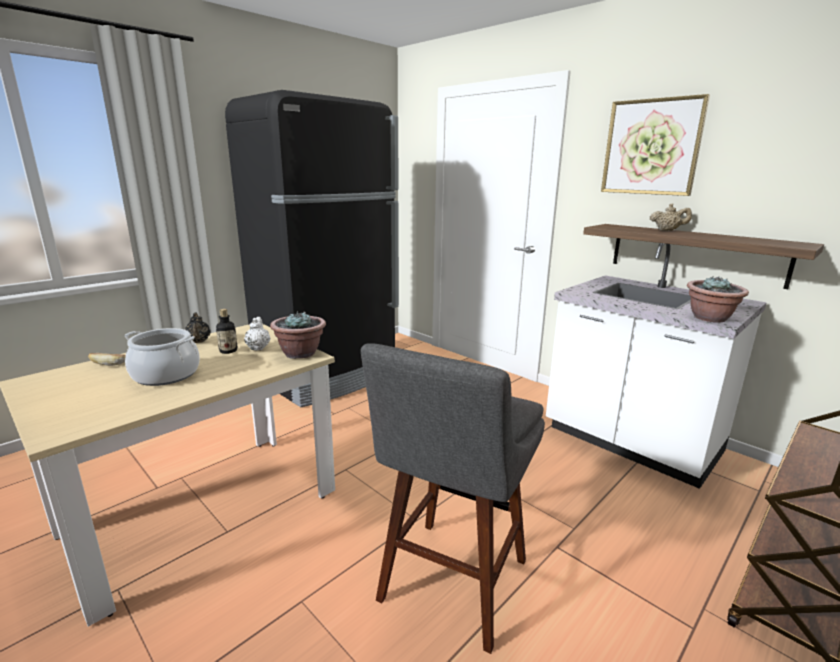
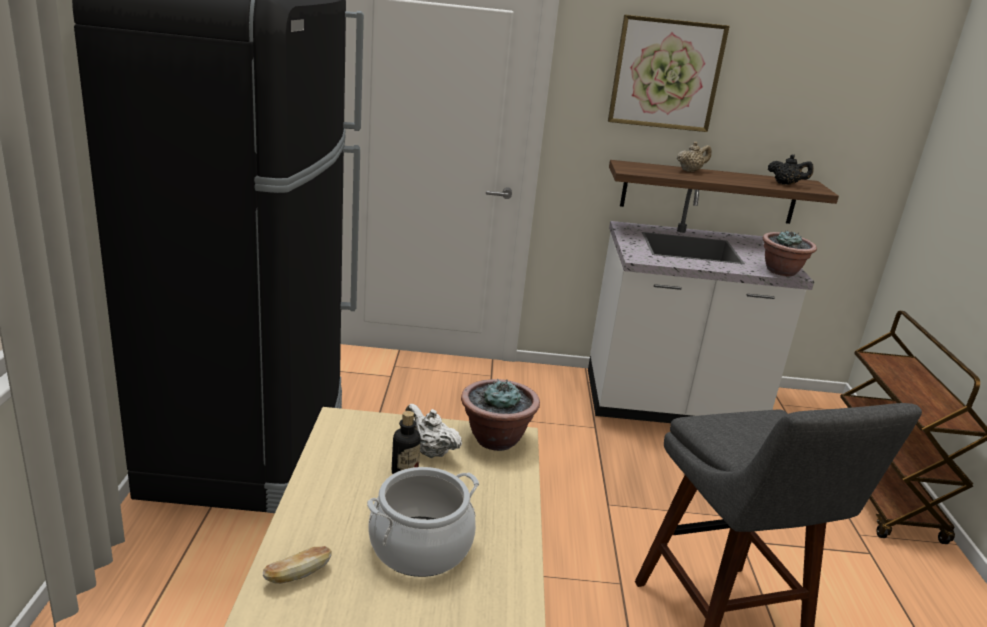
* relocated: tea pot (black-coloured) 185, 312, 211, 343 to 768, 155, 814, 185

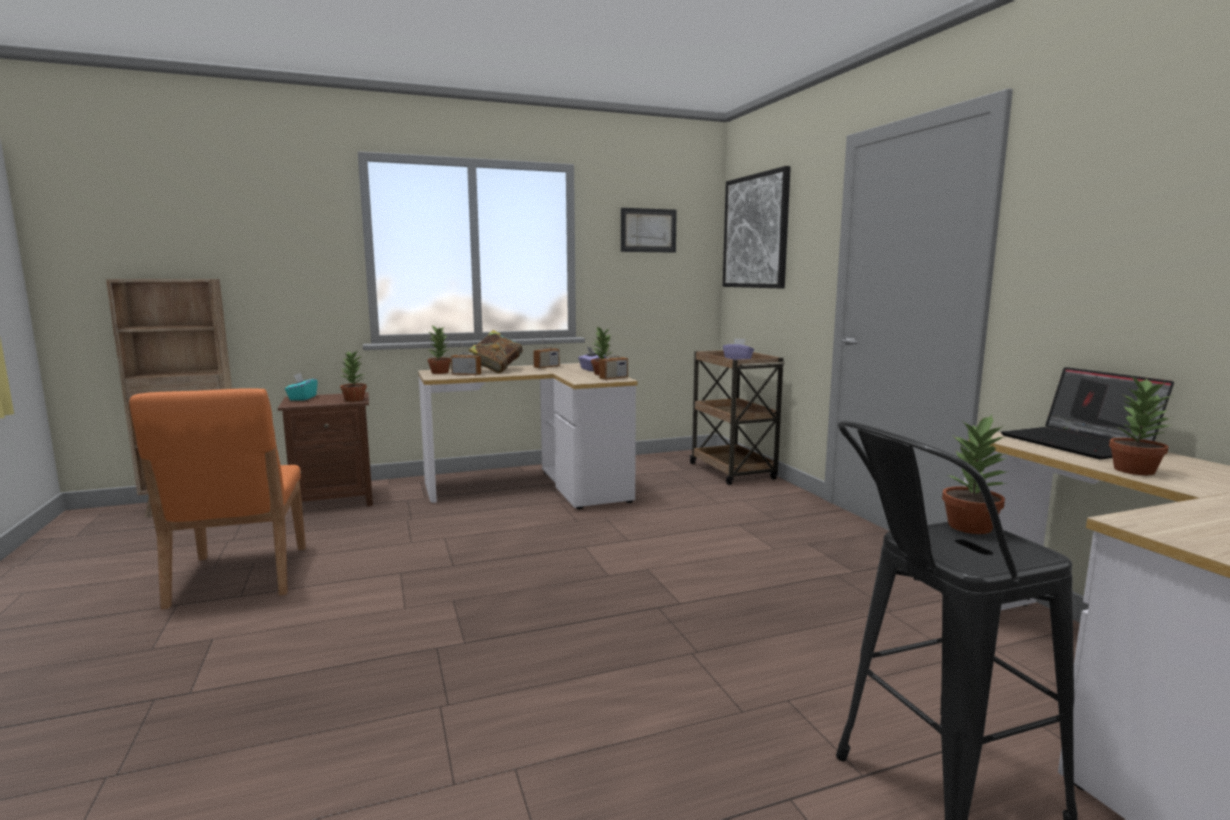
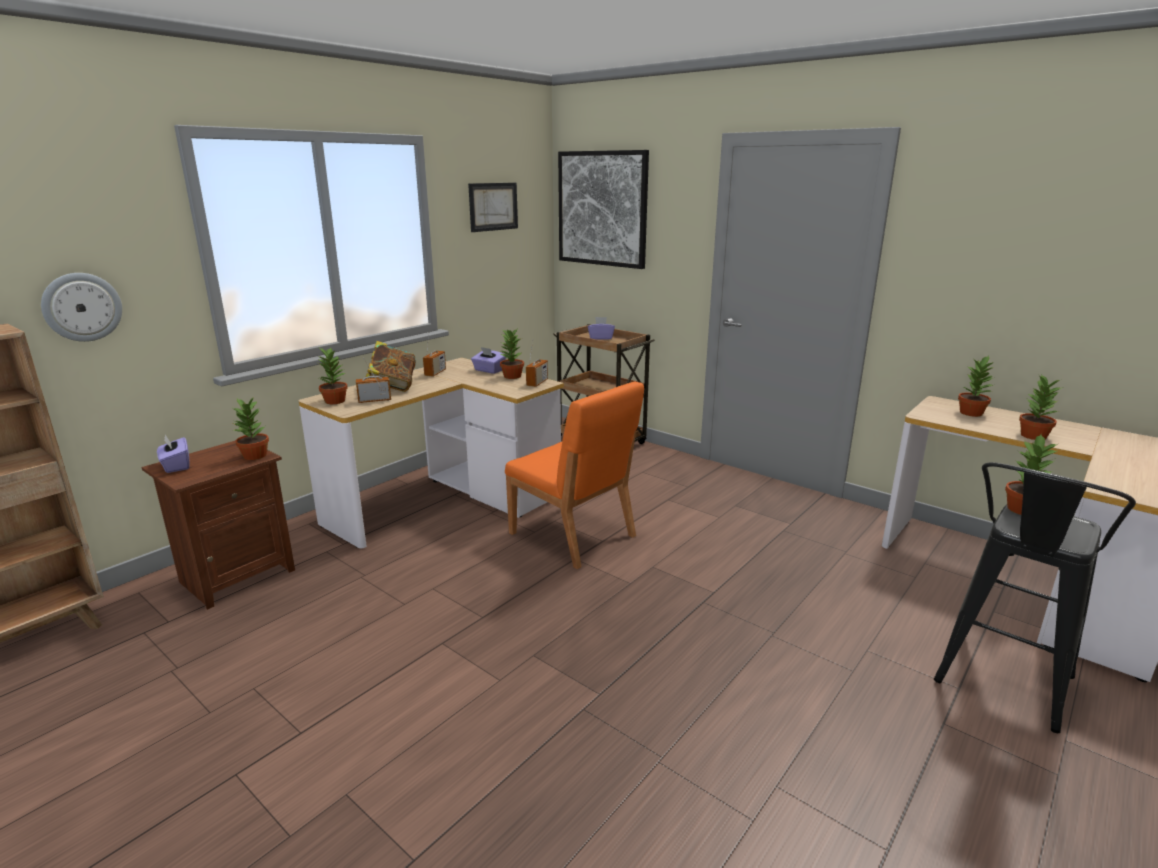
* appeared: wall clock 41, 273, 122, 342
* relocated: upright chair (orange) 129, 388, 306, 610 to 505, 382, 644, 569
* exchanged: notebook computer 1001, 367, 1174, 459 to plant in a pot 958, 356, 994, 417
* colour: box of tissues (blue-green) 285, 373, 318, 400 to box of tissues (purple) 157, 435, 189, 473

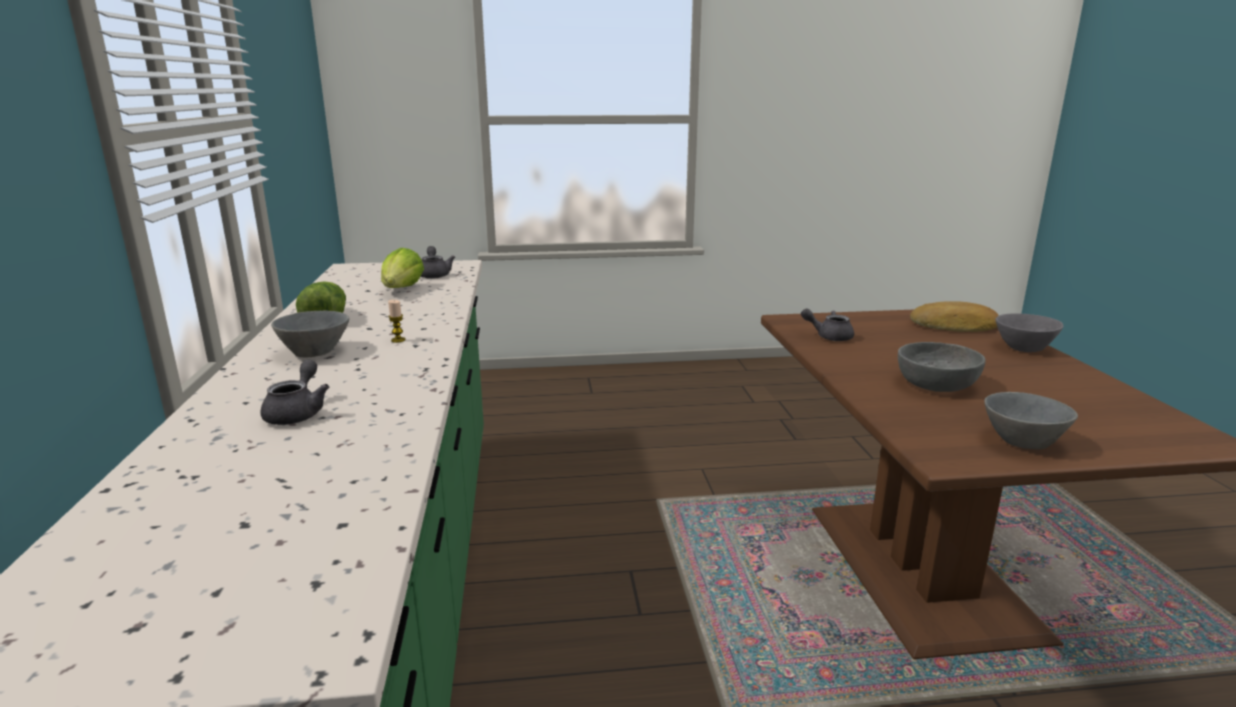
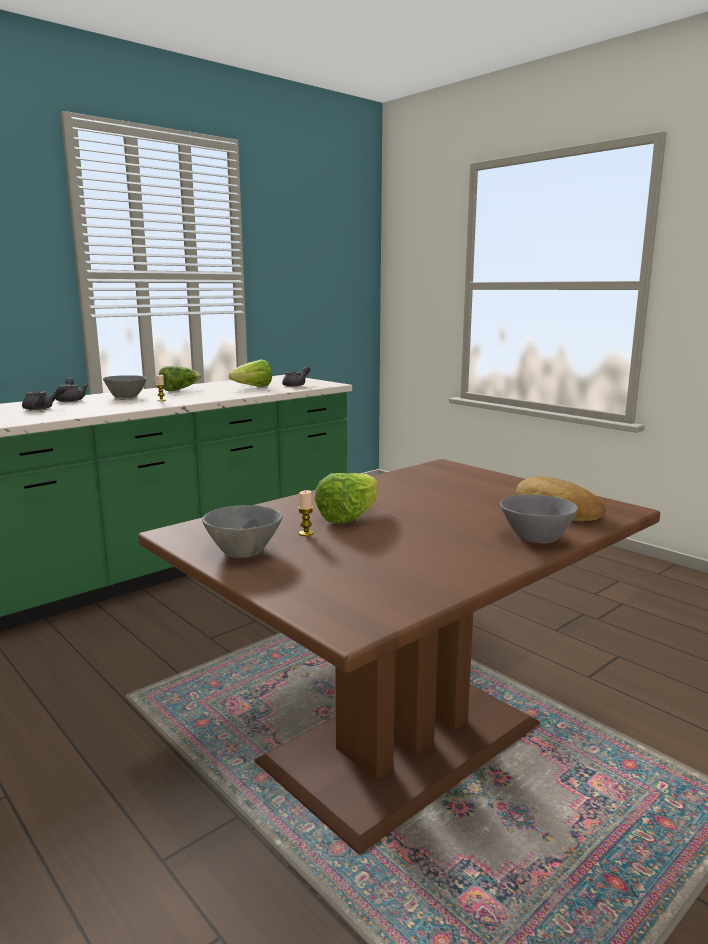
* appeared: candle 298, 490, 314, 536
* relocated: tea pot (gray) 801, 308, 854, 341 to 56, 378, 88, 402
* exchanged: deep dish (gray) 898, 342, 985, 392 to lettuce 314, 473, 378, 524

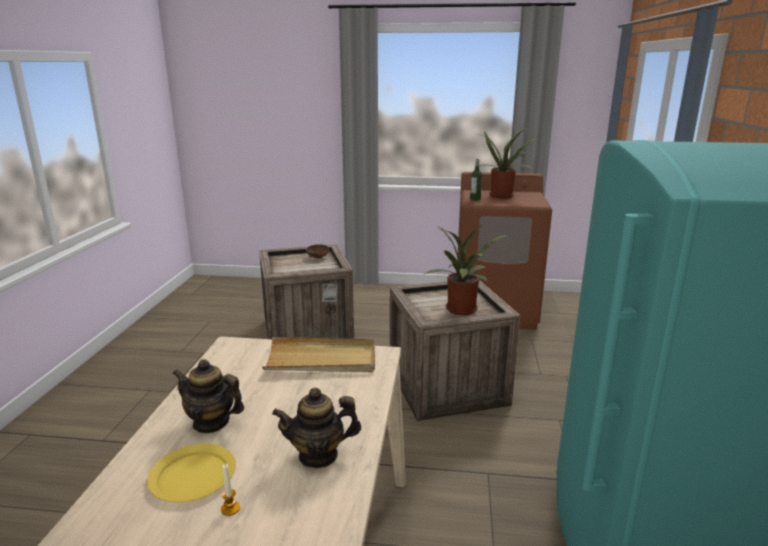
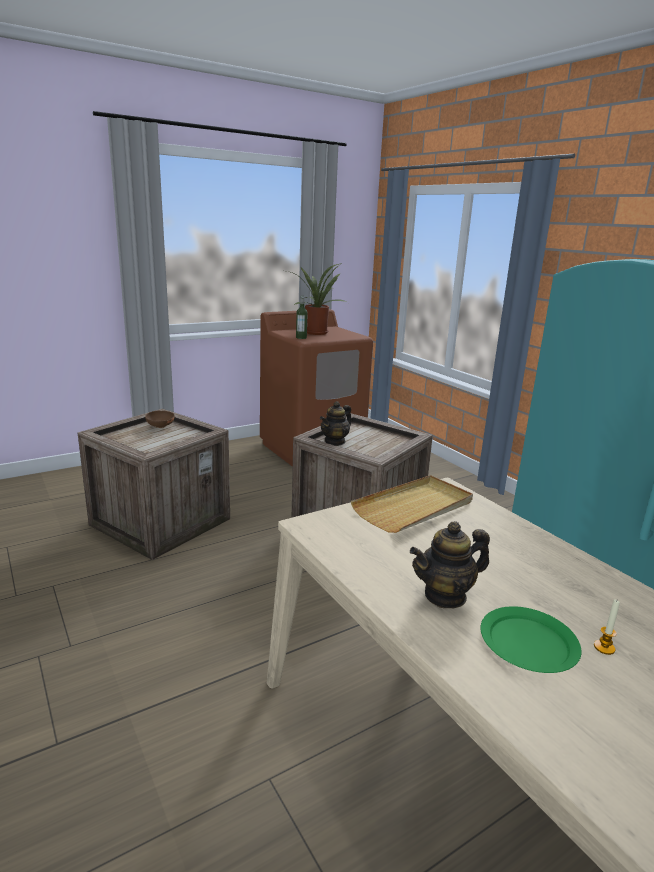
* missing: plant in a pot 425, 224, 508, 315
* relocated: tea pot 272, 388, 361, 468 to 320, 401, 351, 446
* colour: plate (yellow-coloured) 147, 444, 236, 502 to plate (green-coloured) 481, 606, 582, 673

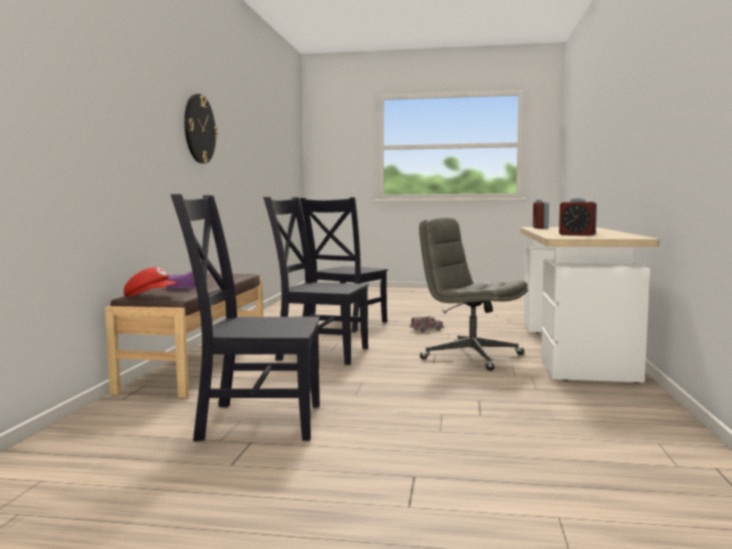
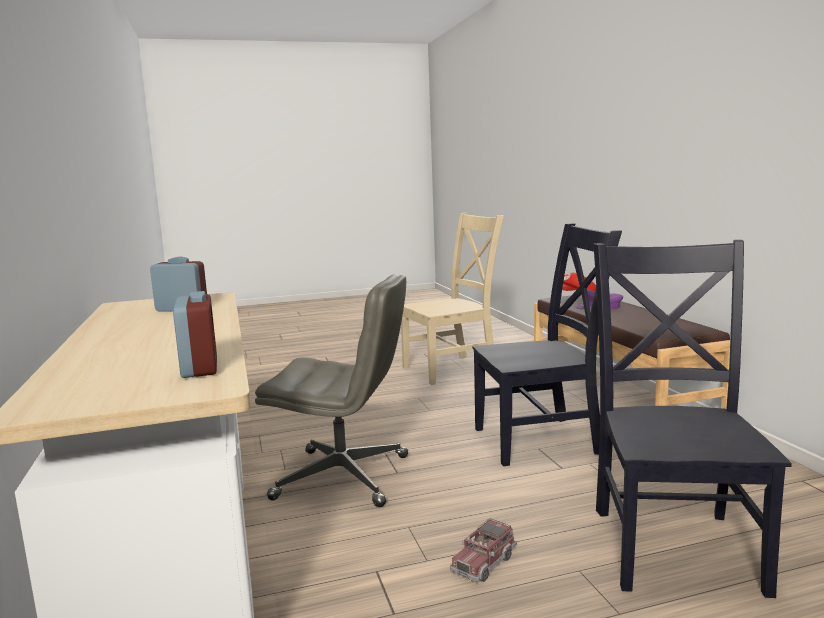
* missing: wall clock 184, 94, 218, 164
* colour: upright chair (black-coloured) 170, 194, 320, 441 to upright chair (sand-coloured) 401, 213, 504, 385

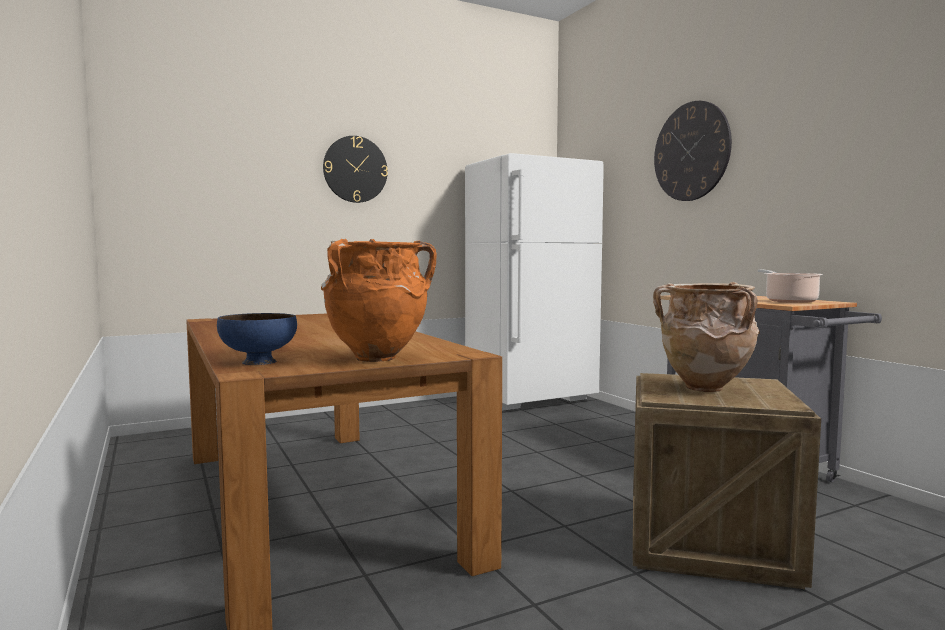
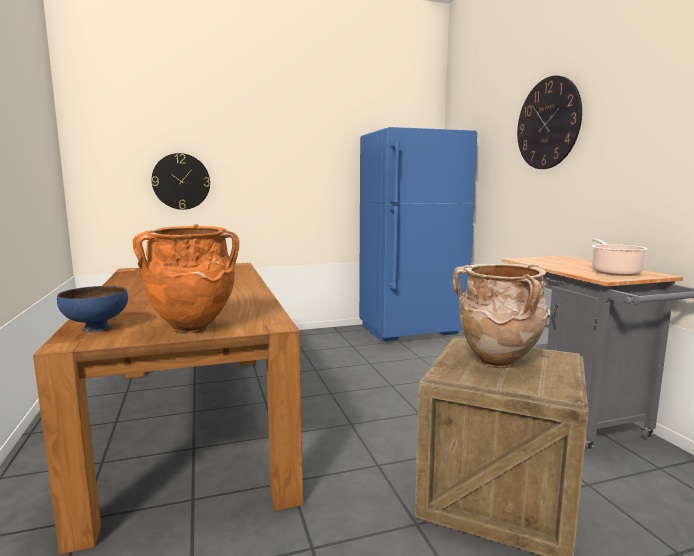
* relocated: wall clock 323, 136, 388, 203 to 152, 153, 210, 210
* colour: fridge (whitish) 465, 153, 604, 411 to fridge (bluish) 359, 127, 477, 342

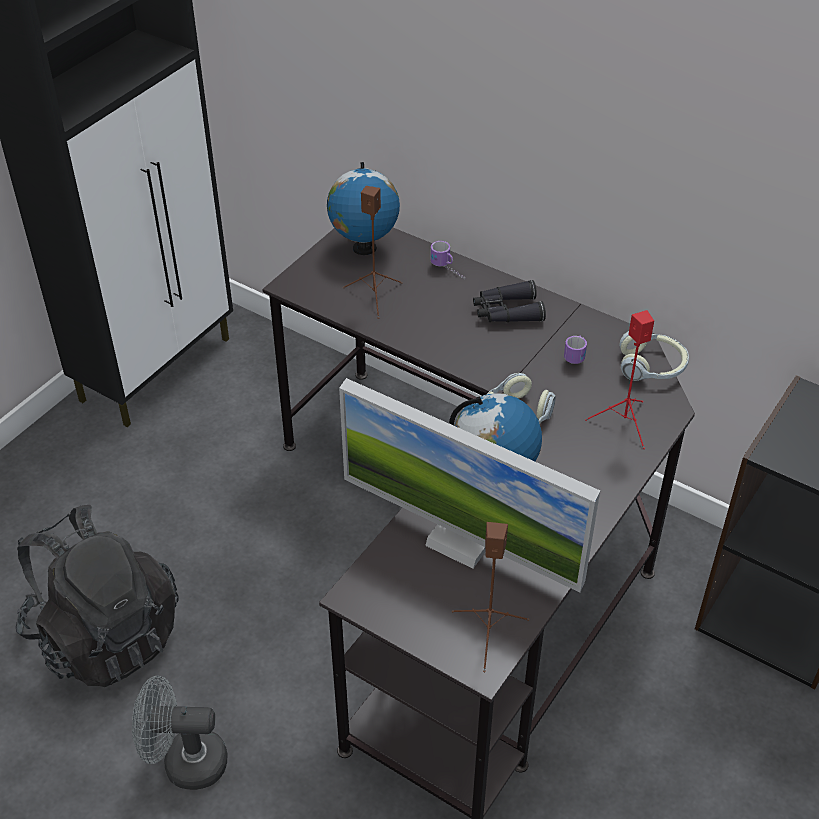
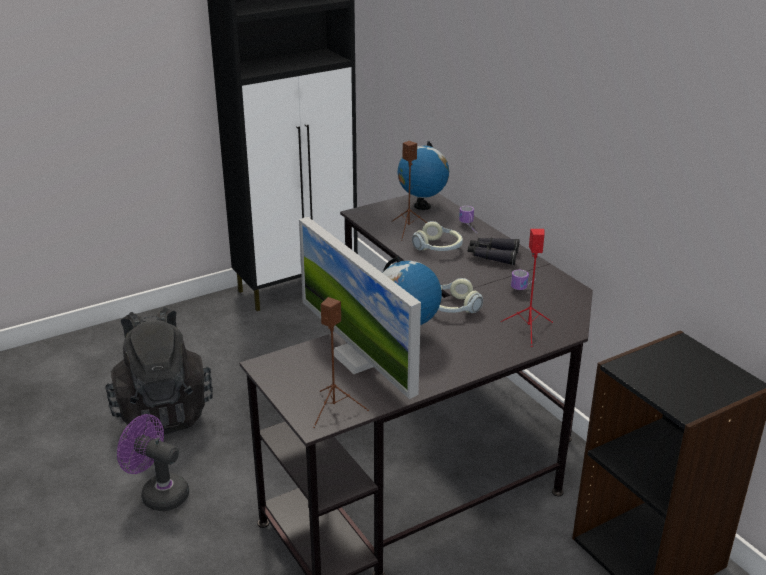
* relocated: headphones 619, 331, 689, 381 to 412, 221, 463, 251
* colour: fan (gray) 132, 676, 227, 790 to fan (purple) 117, 414, 189, 511

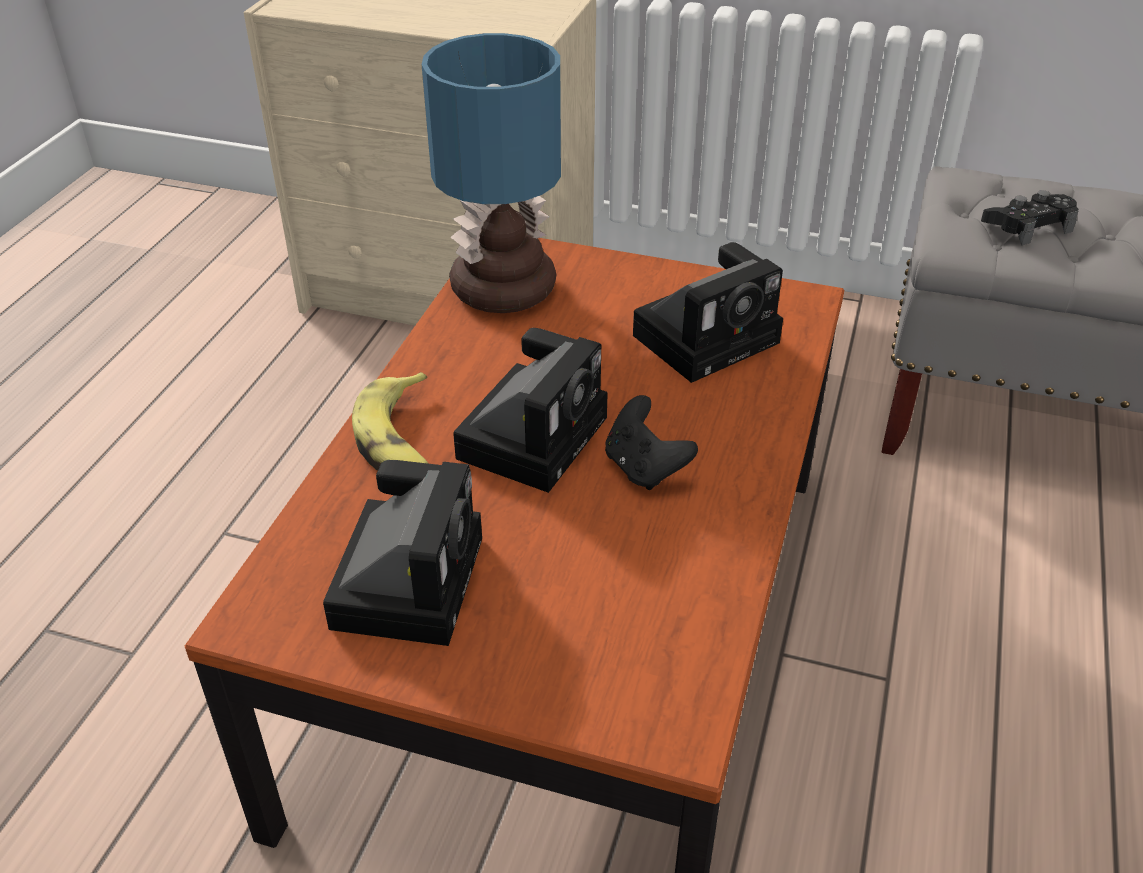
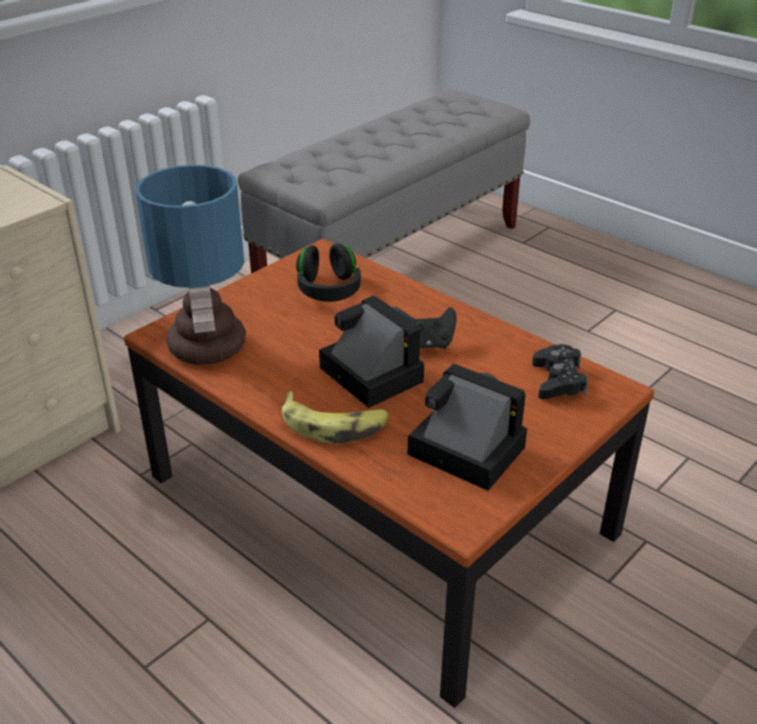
* relocated: gamepad (black-coloured) 981, 190, 1079, 245 to 532, 344, 588, 399
* exchanged: photo camera 633, 242, 783, 383 to headphones (black-coloured) 296, 243, 361, 302

